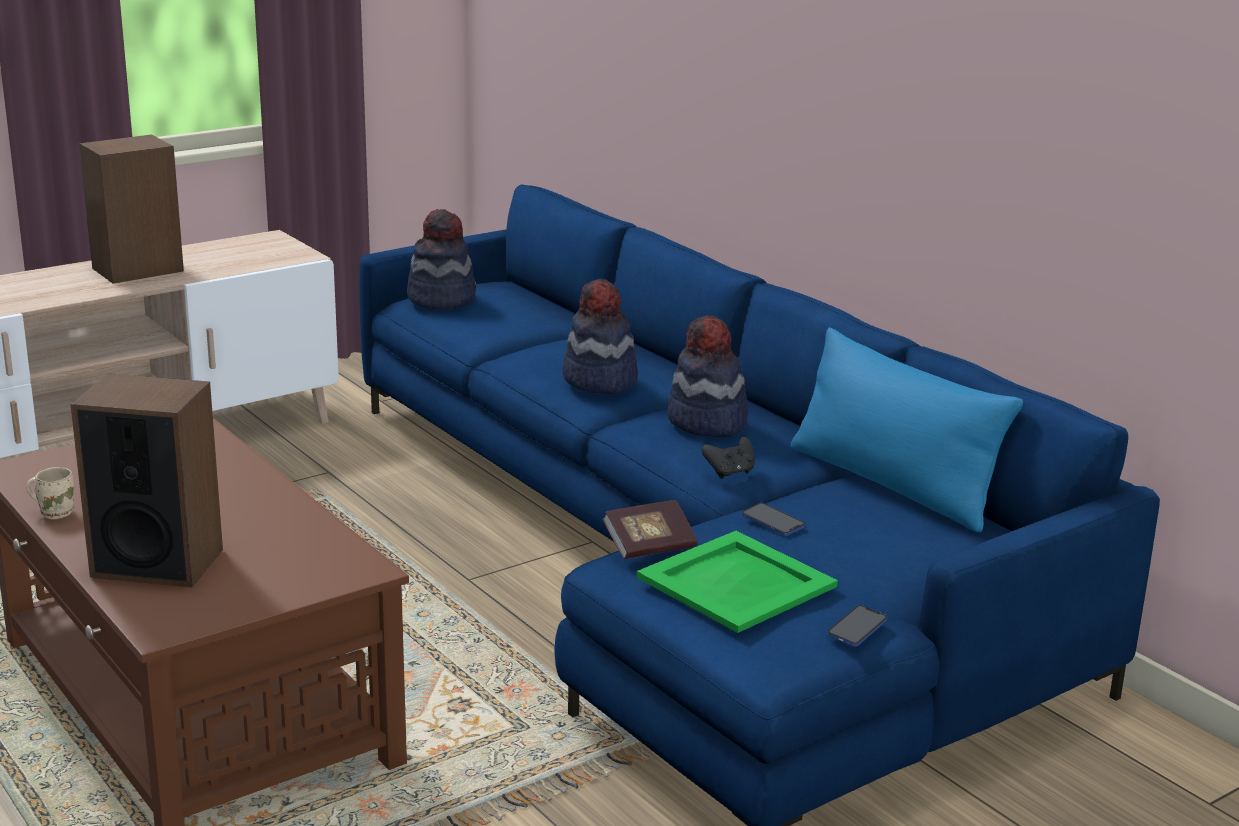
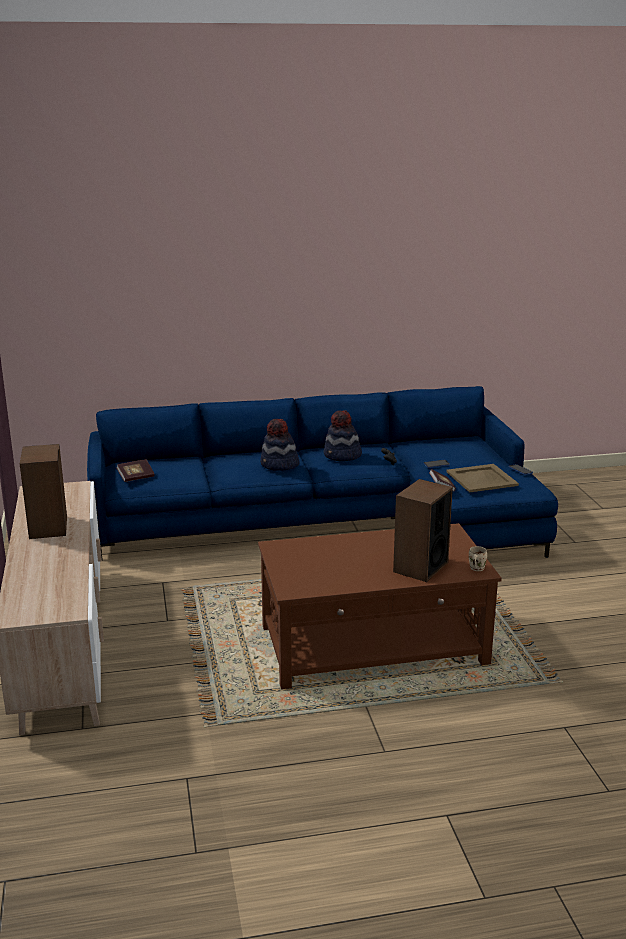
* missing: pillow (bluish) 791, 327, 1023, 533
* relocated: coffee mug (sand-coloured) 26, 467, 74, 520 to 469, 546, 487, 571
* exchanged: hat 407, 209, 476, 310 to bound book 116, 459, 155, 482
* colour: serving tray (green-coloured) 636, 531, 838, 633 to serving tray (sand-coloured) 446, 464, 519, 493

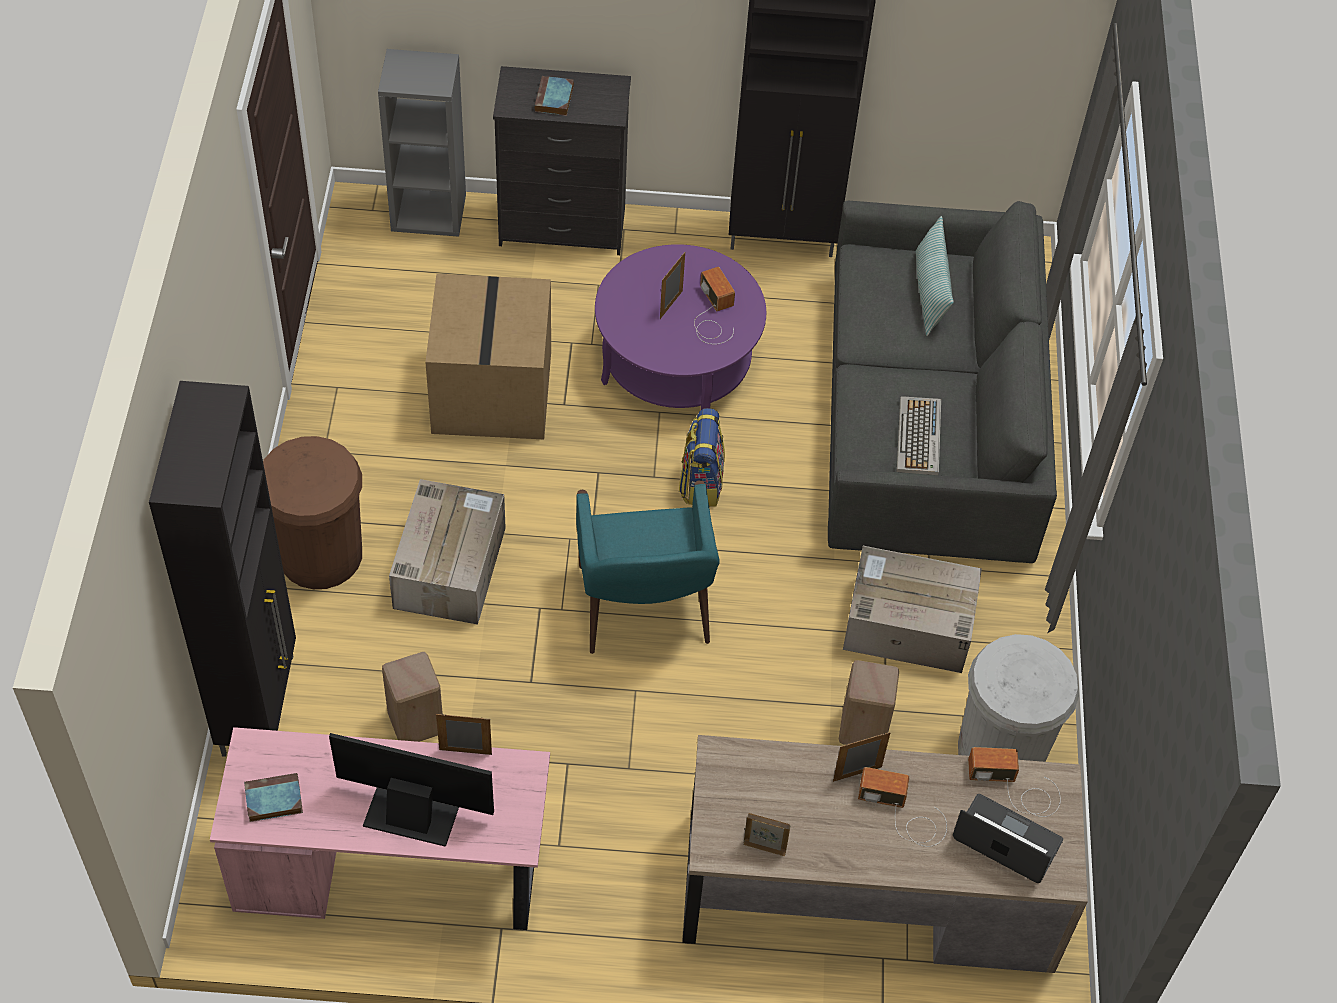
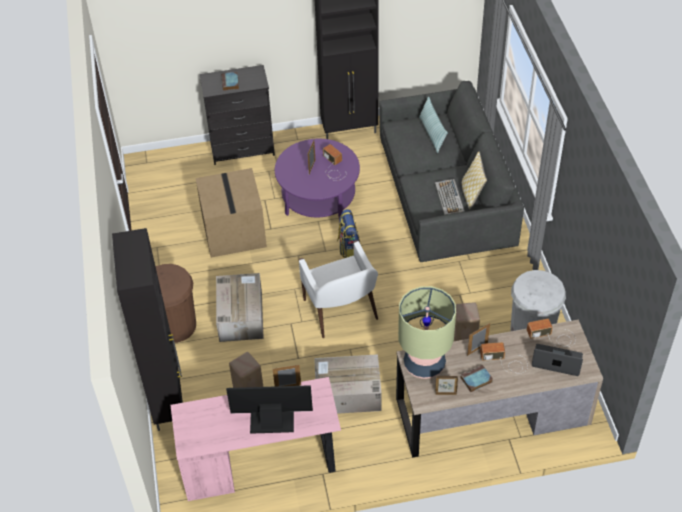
* missing: shelving unit (gray) 378, 49, 466, 237
* appeared: tabletop lamp 398, 286, 456, 379
* appeared: pillow 462, 152, 487, 209
* relocated: bound book 244, 773, 303, 822 to 460, 365, 493, 392
* relocated: packing box 843, 546, 982, 673 to 314, 354, 382, 414
* colour: lounge chair (blue-green) 576, 480, 720, 654 to lounge chair (whitish) 299, 240, 378, 338

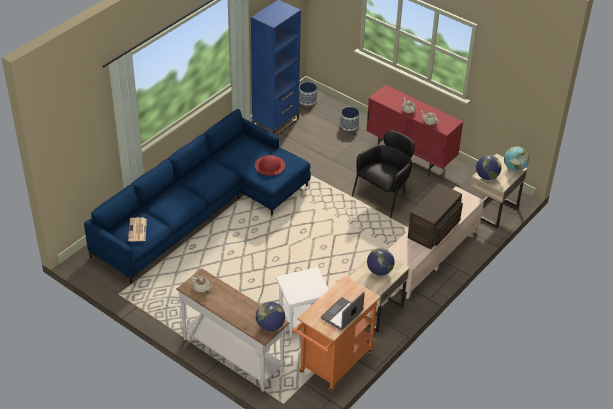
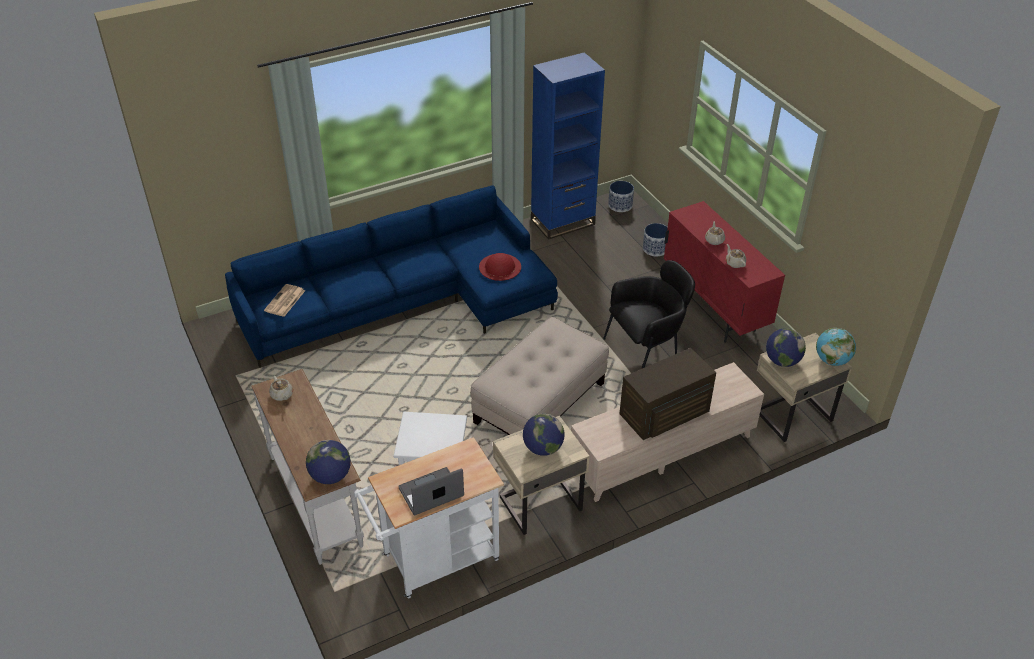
* appeared: pouffe (sand-coloured) 471, 317, 609, 435
* colour: wheeled cart (orange) 293, 275, 380, 392 to wheeled cart (whitish) 354, 437, 504, 599

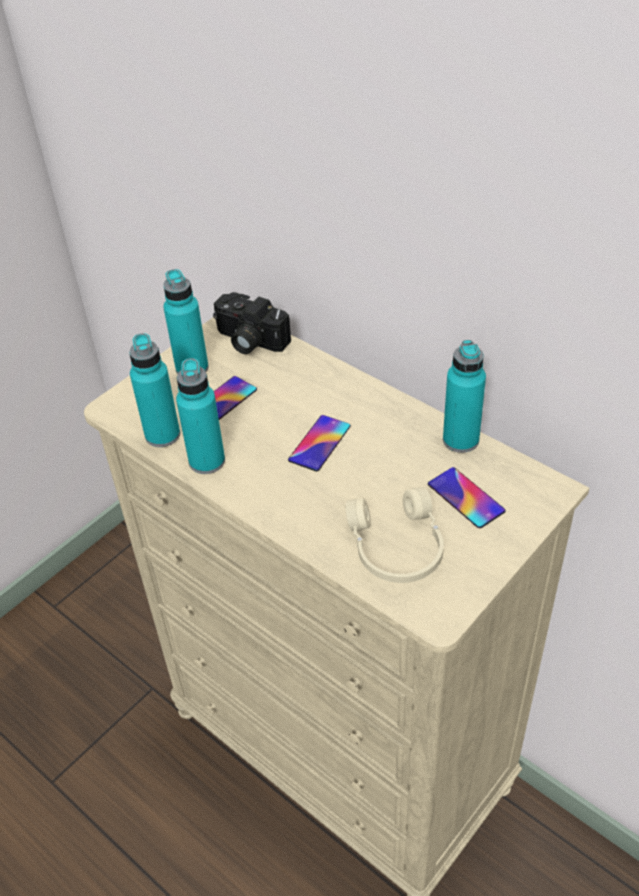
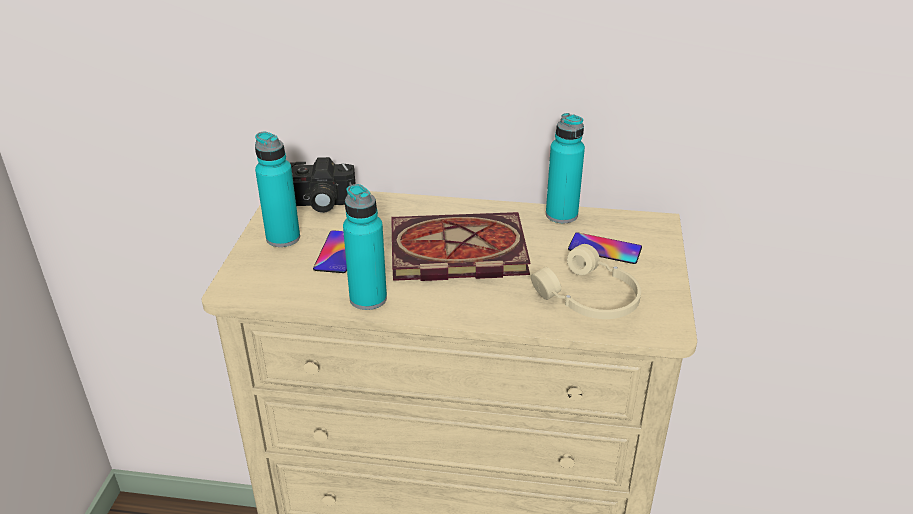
* missing: beverage bottle (blue-green) 129, 333, 180, 447
* exchanged: phone 288, 415, 350, 471 to bound book 391, 212, 531, 281

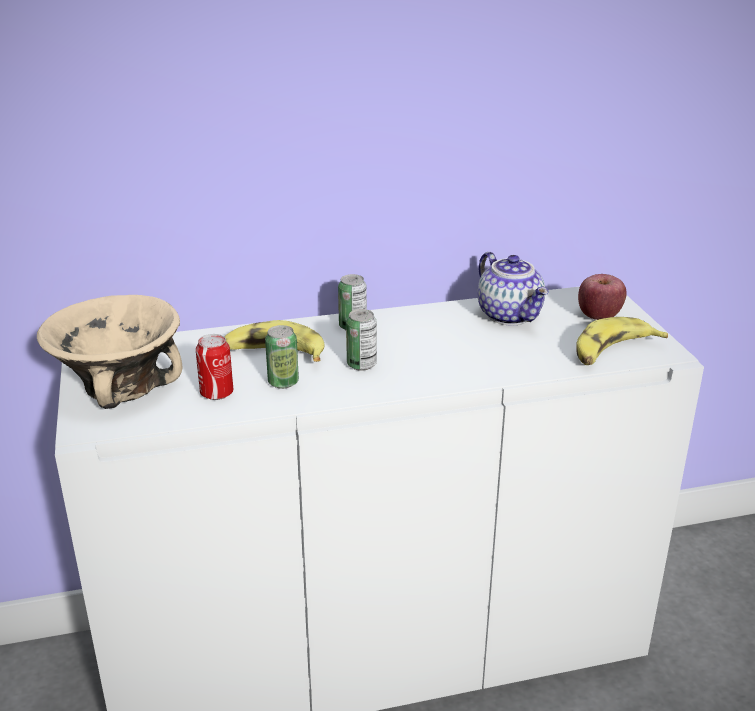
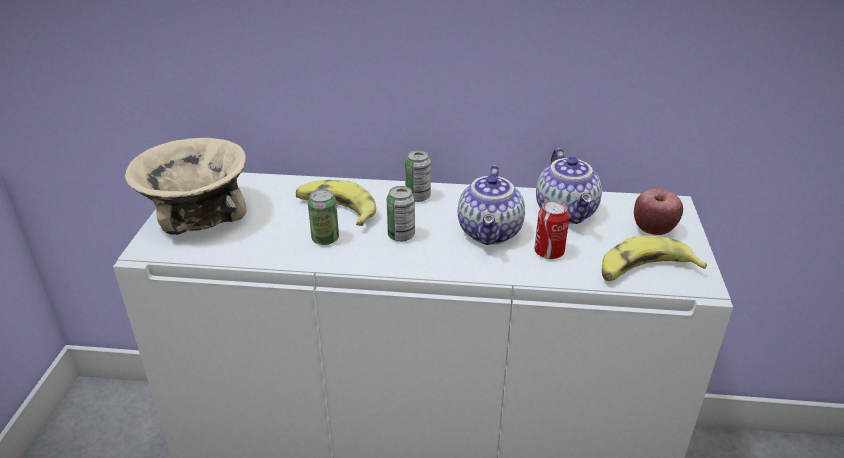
* appeared: tea pot 458, 165, 525, 245
* relocated: sealed can 196, 334, 234, 400 to 535, 200, 569, 259

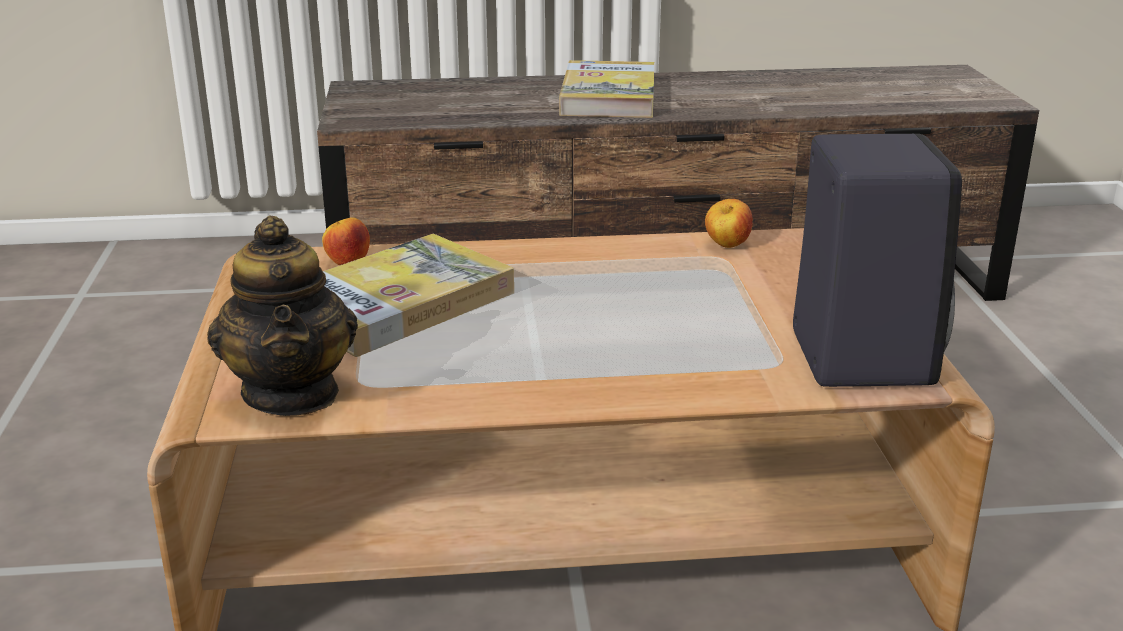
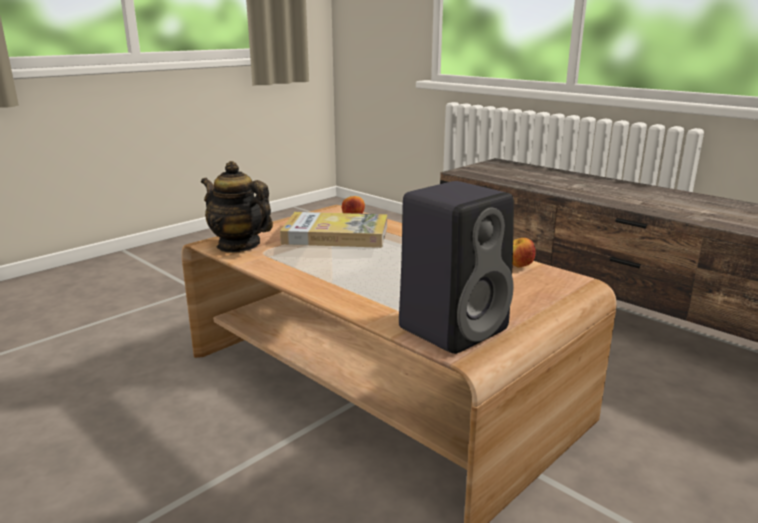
* missing: bound book 559, 60, 654, 118
* spun: tea pot 207, 216, 358, 416 = 201, 161, 273, 253 90 degrees clockwise

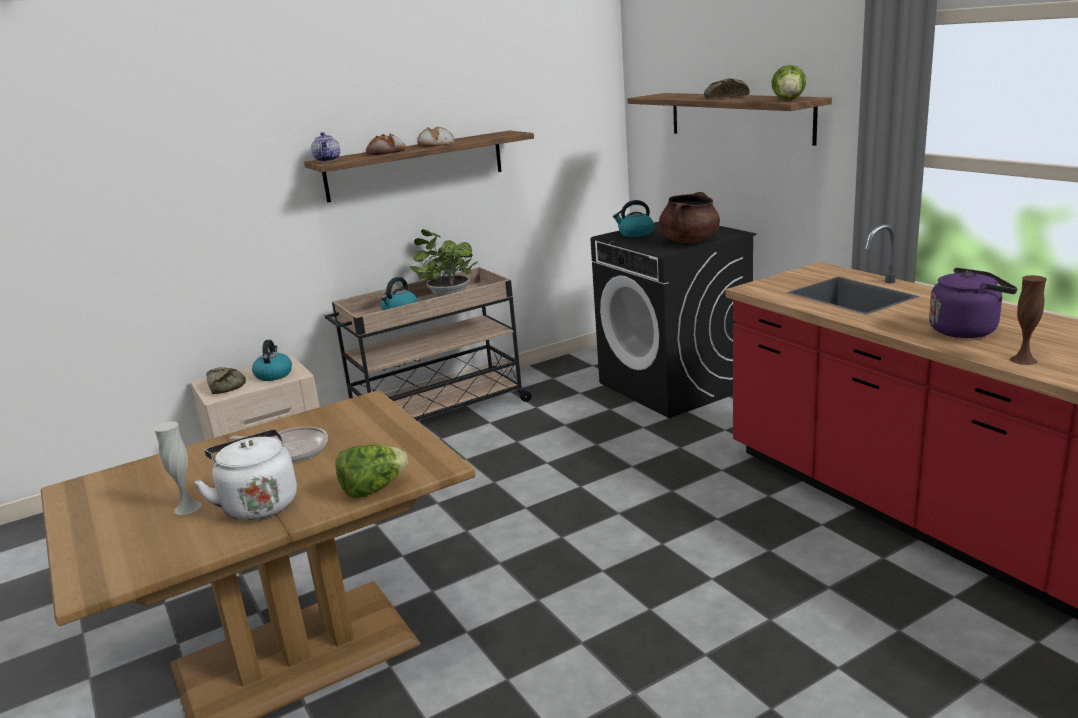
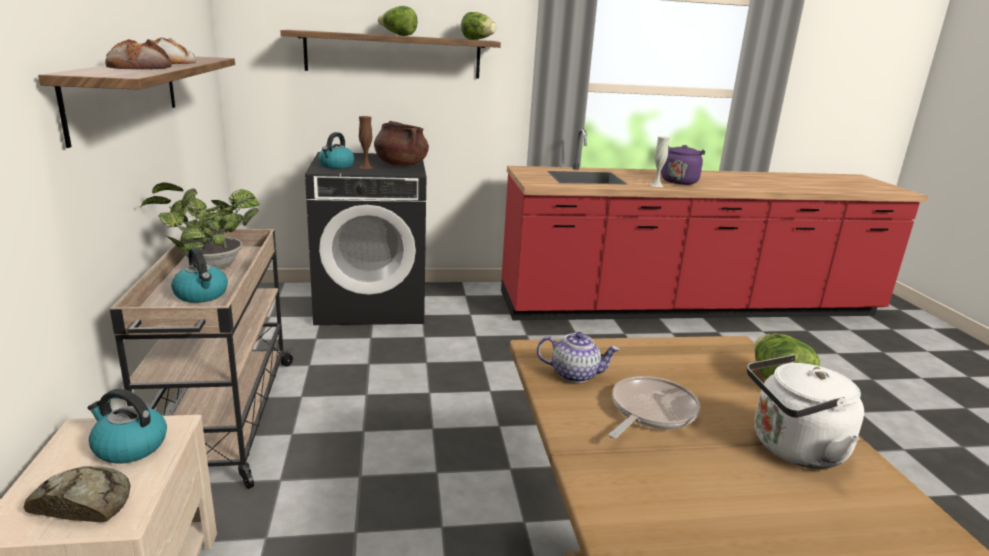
* relocated: vase (whitish) 154, 421, 201, 515 to 650, 136, 670, 187
* relocated: tea pot 311, 132, 340, 162 to 537, 332, 620, 383
* relocated: vase (brown-coloured) 1010, 275, 1047, 365 to 359, 116, 373, 169
* exchanged: baked bread 704, 78, 750, 98 to lettuce 378, 6, 417, 36

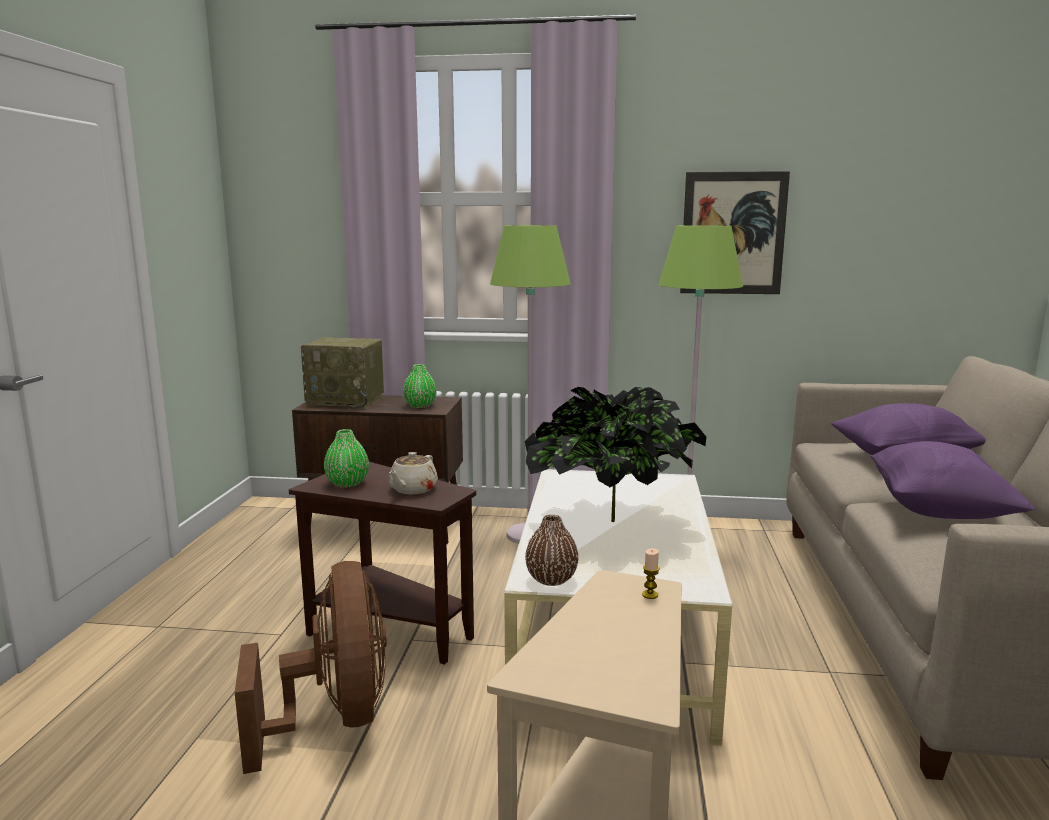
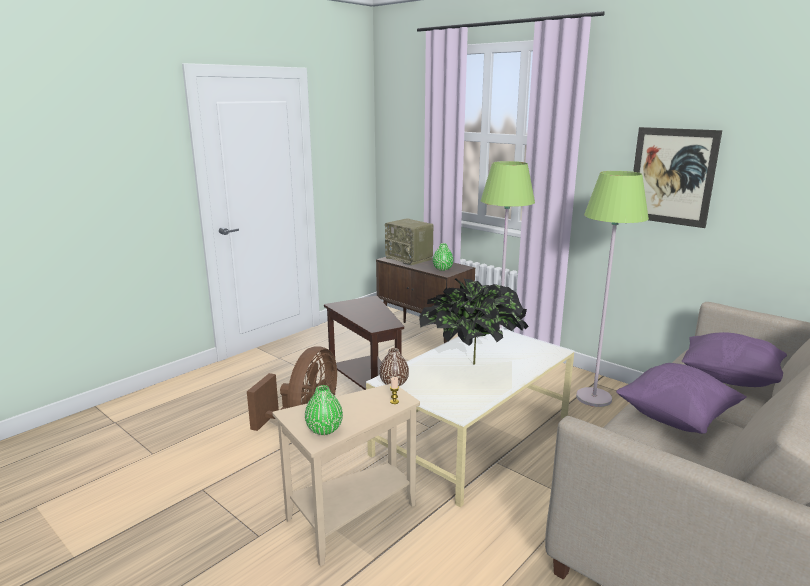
* missing: tea pot (sand-coloured) 389, 452, 438, 494
* relocated: vase (green-coloured) 324, 429, 369, 488 to 305, 385, 343, 435

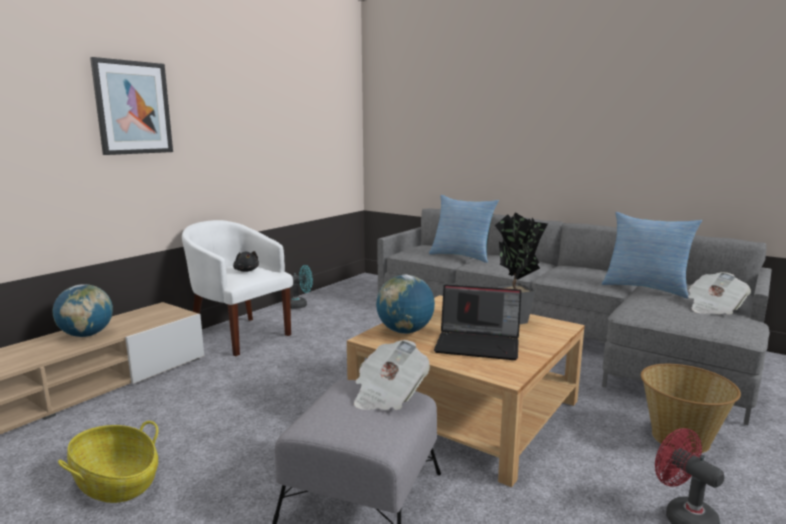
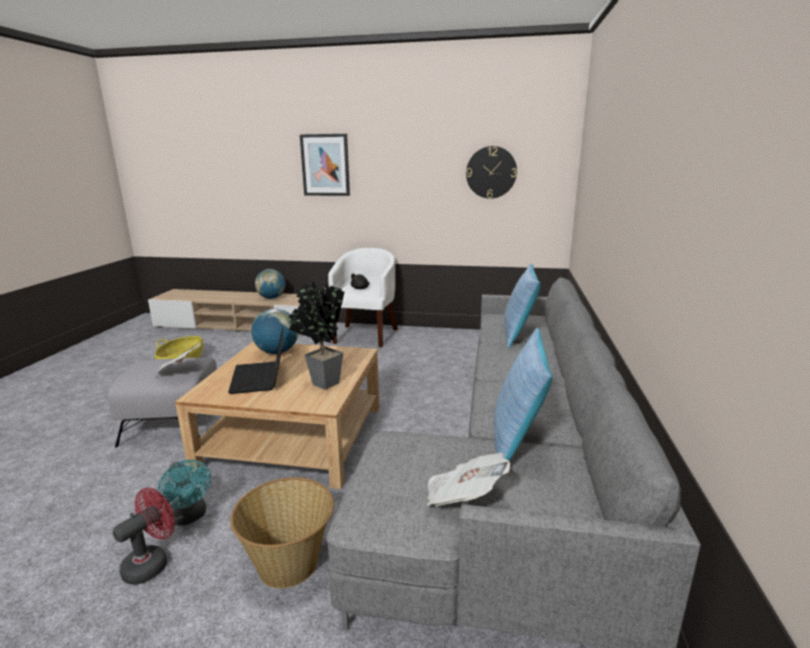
* appeared: wall clock 466, 146, 517, 199
* relocated: fan (blue-green) 290, 265, 313, 309 to 158, 460, 211, 526

